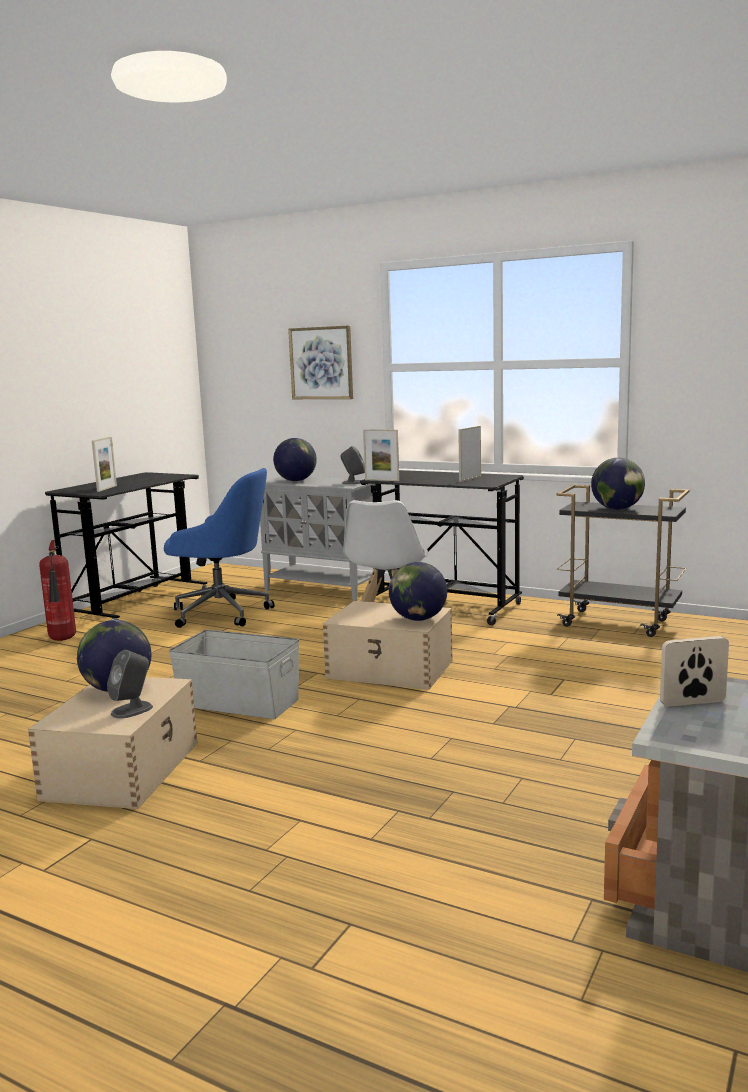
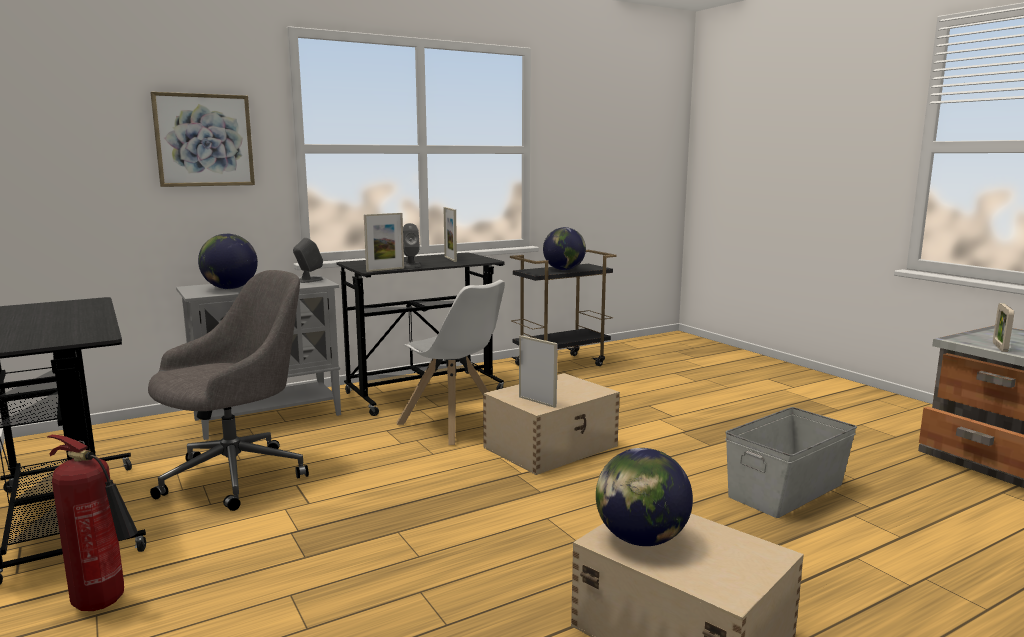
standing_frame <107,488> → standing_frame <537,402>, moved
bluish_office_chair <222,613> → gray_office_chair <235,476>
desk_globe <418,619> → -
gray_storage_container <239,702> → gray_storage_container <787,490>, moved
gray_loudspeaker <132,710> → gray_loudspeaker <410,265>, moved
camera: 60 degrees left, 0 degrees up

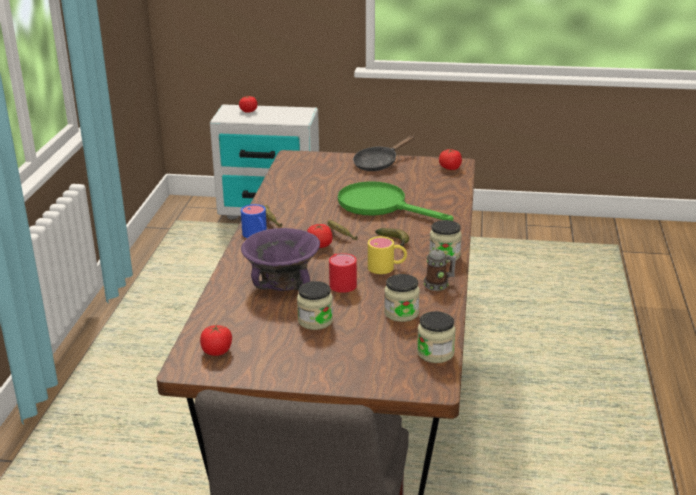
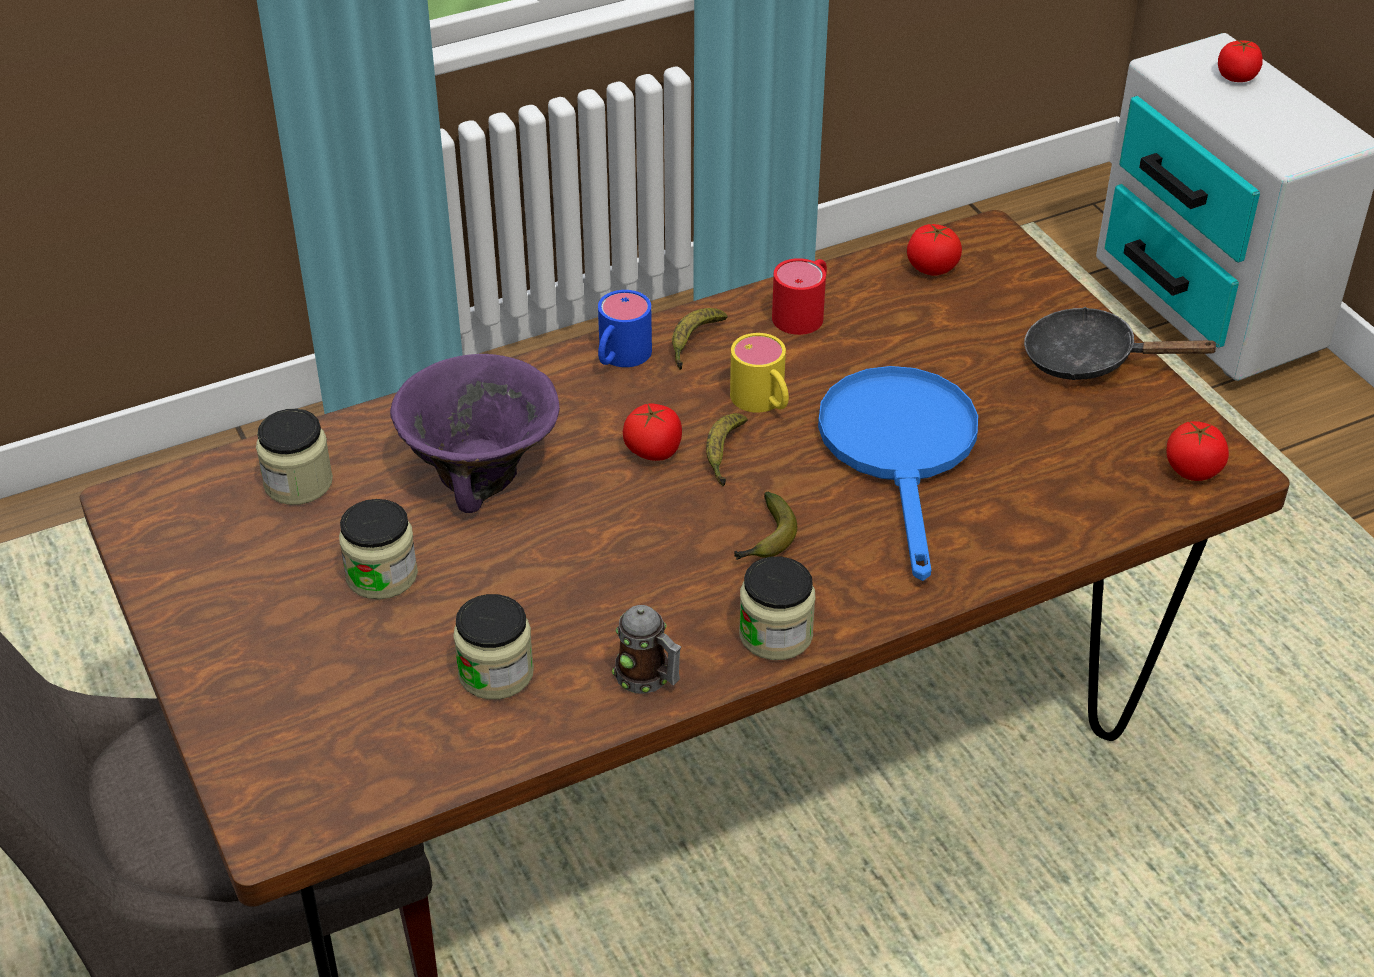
green_skillet <380,205> → bluish_skillet <901,450>
yellow-coloured_coffee_mug <387,267> → yellow-coloured_coffee_mug <763,402>, moved
red_coffee_mug <340,282> → red_coffee_mug <804,312>, moved
storage_jar <435,353> → storage_jar <298,483>, moved
fresh_tomato <217,351> → fresh_tomato <932,267>, moved
camera: 55 degrees right, 15 degrees up

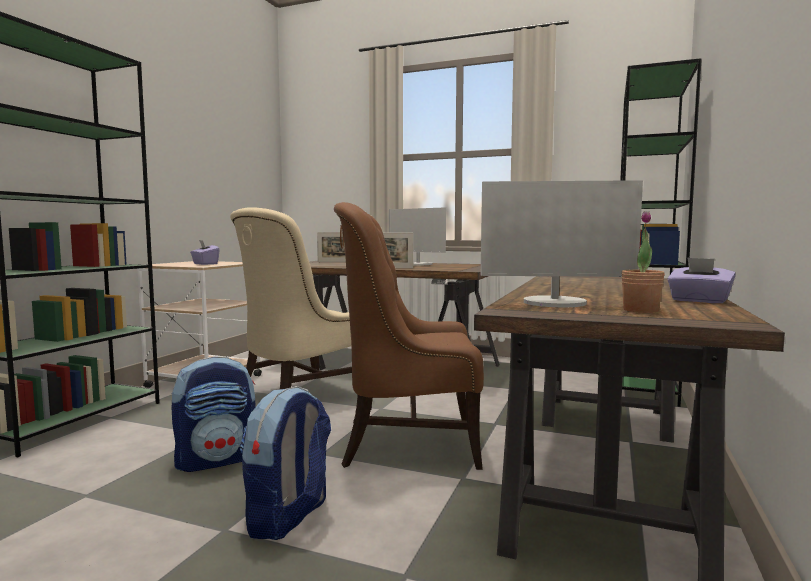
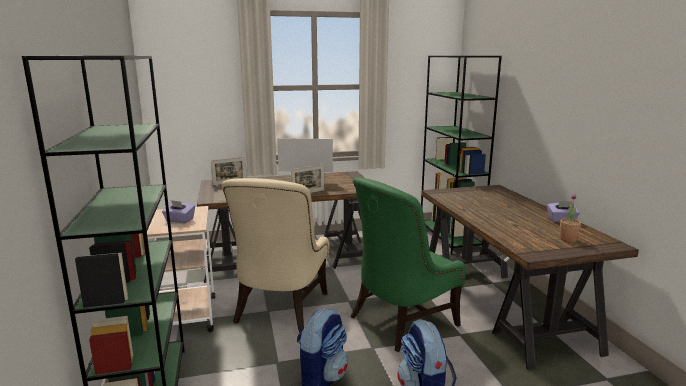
computer_display <555,303> → -
brown_chair <408,441> → green_chair <401,321>
camera: 35 degrees left, 10 degrees up

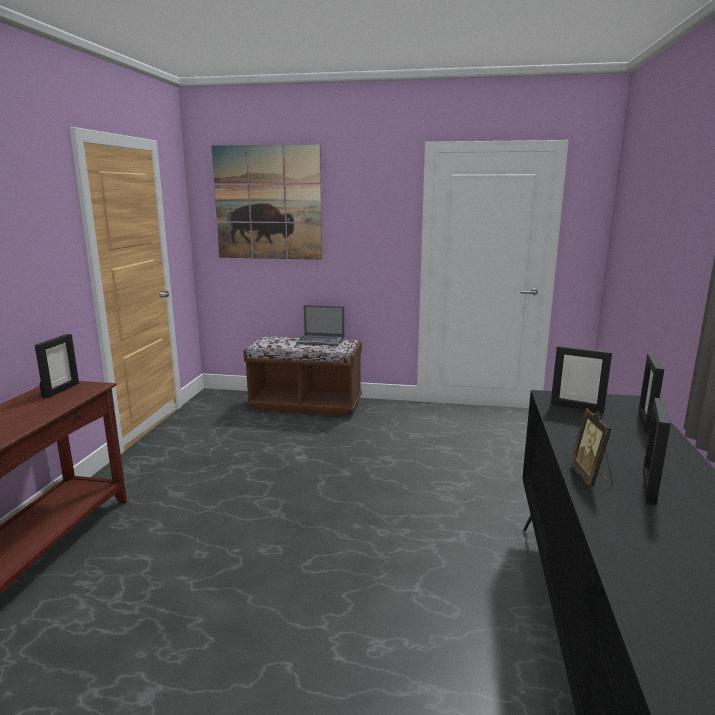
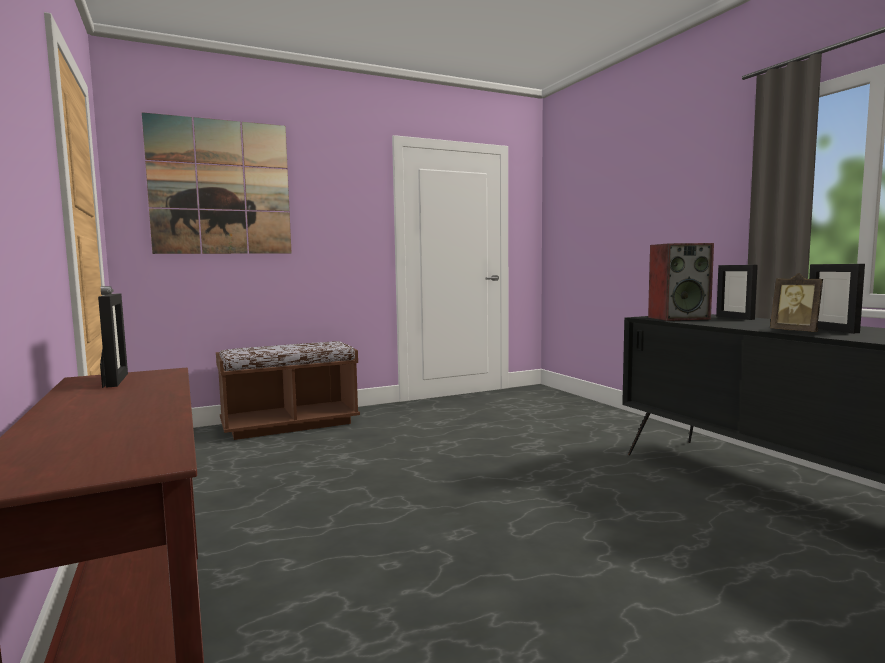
notebook_computer <321,340> → -
standing_frame <577,407> → loudspeaker <679,318>
camera: 35 degrees left, 10 degrees down

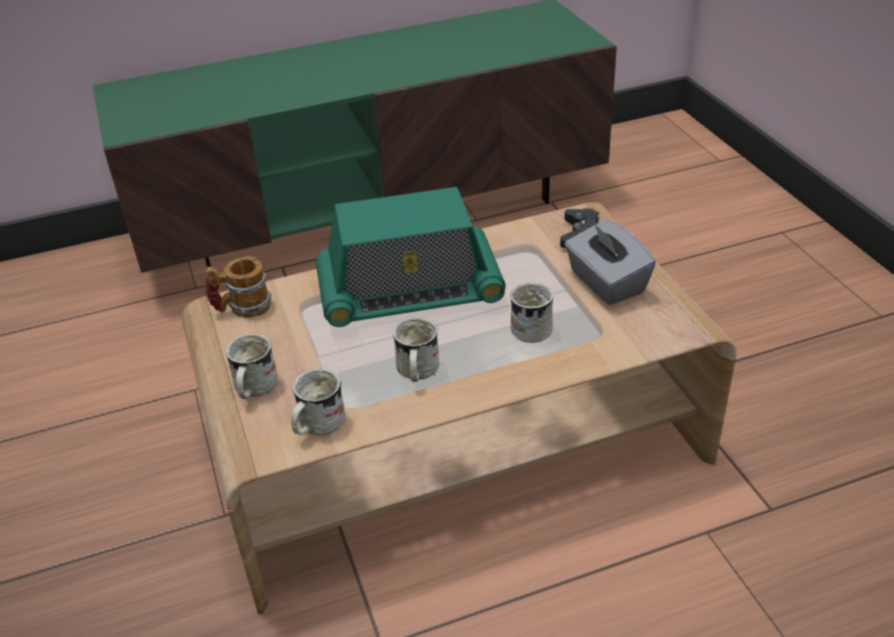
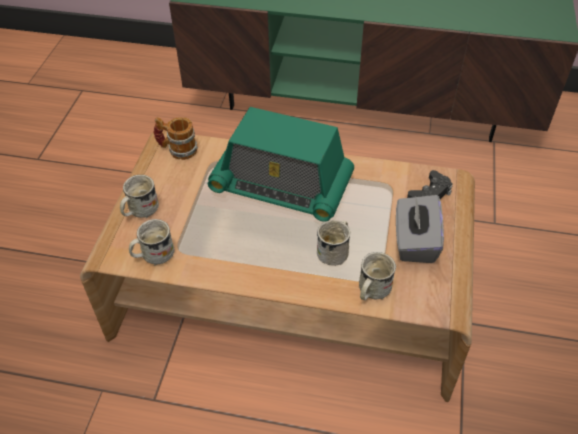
whitish_coffee_mug <416,373> → whitish_coffee_mug <371,291>, moved
camera: 30 degrees right, 10 degrees up

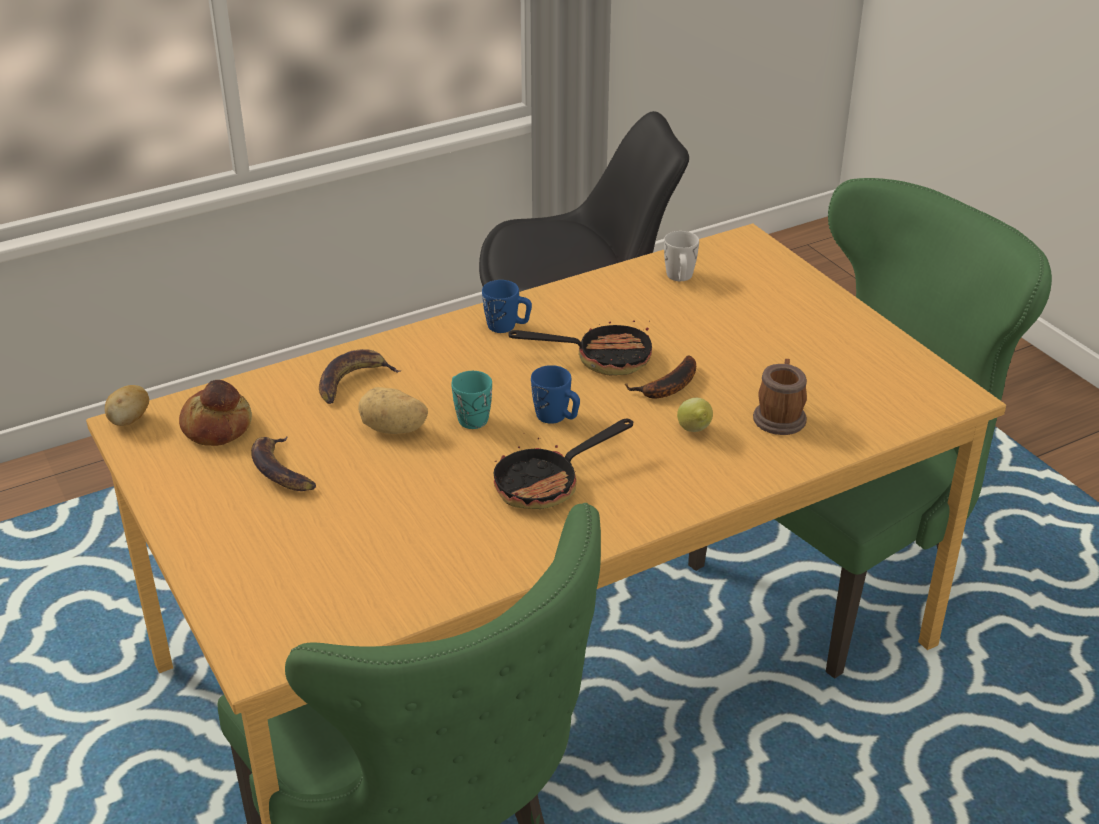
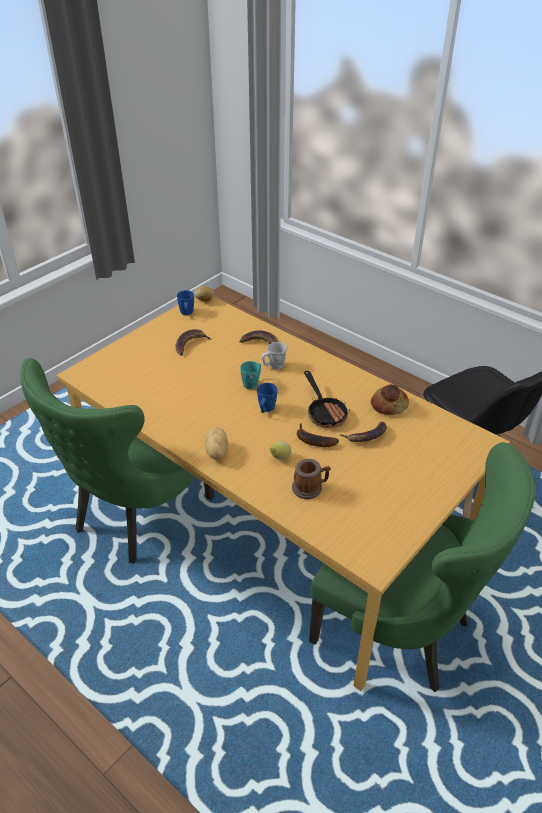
whitish_coffee_mug <680,278> → whitish_coffee_mug <273,366>, moved
bluish_coffee_mug <507,327> → bluish_coffee_mug <187,313>, moved
bakery_bread <216,426> → bakery_bread <388,405>, moved
potato <393,429> → potato <216,452>, moved
skillet <547,483> → -
- → whole_banana <366,436>
camera: 70 degrees right, 5 degrees up

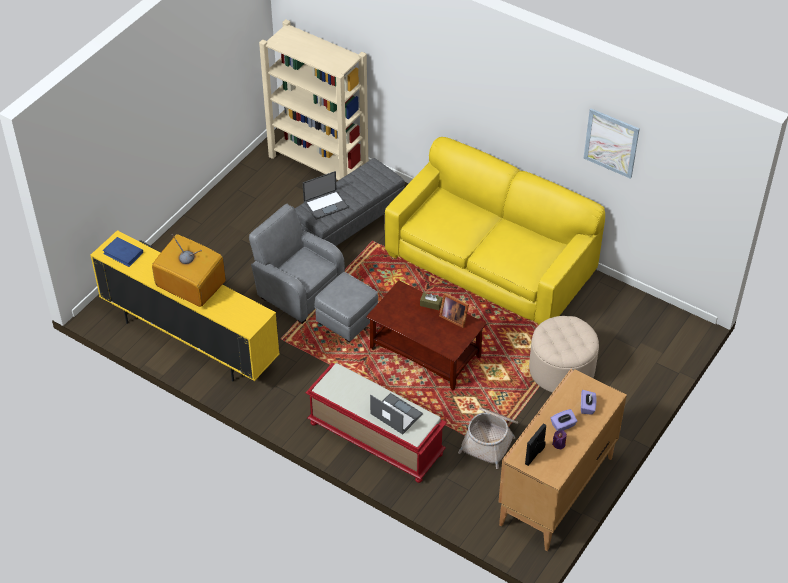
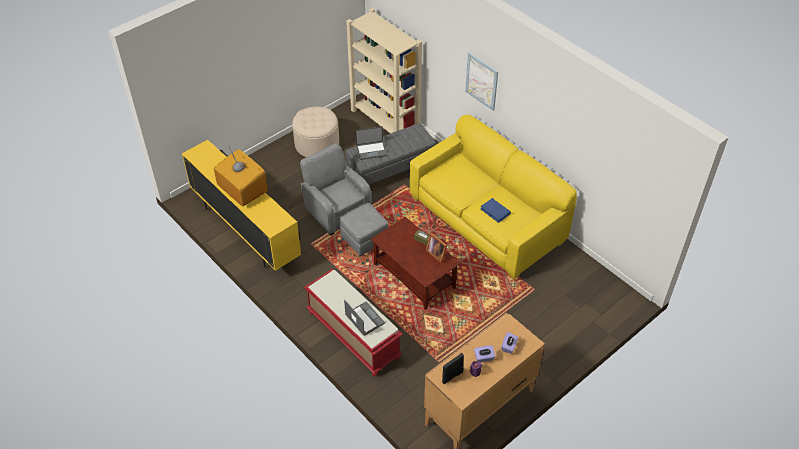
wall_picture <611,143> → wall_picture <481,81>, moved
bluish_bound_book <123,253> → bluish_bound_book <495,211>, moved
sand-coloured_pouffe <561,369> → sand-coloured_pouffe <317,144>, moved
storage_basket <490,439> → -
camera: 15 degrees right, 0 degrees up

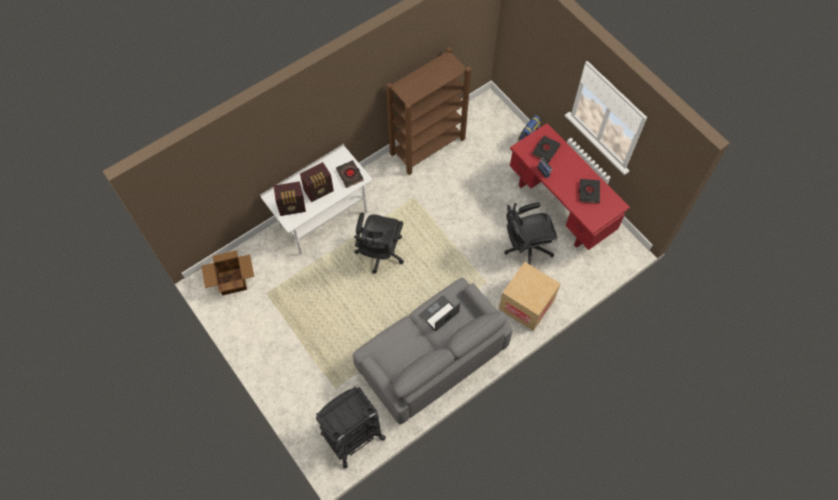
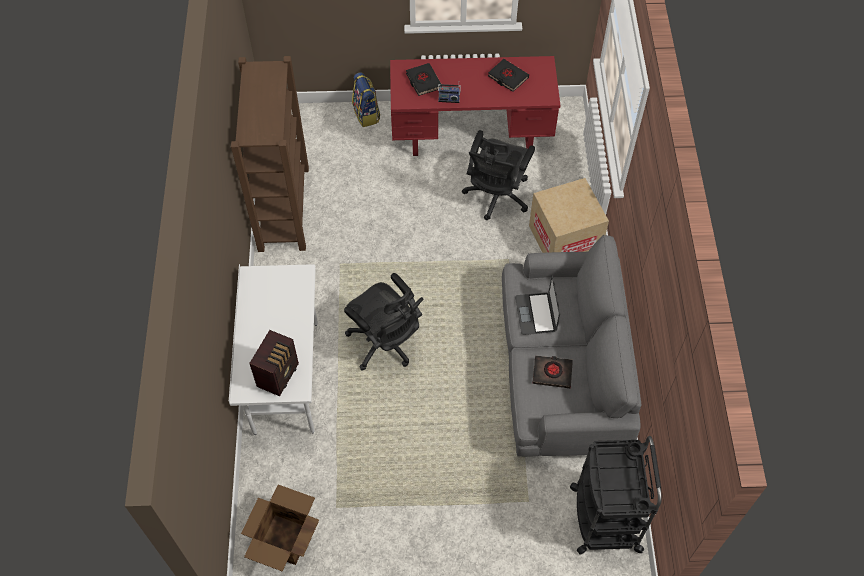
blackish_bound_book <350,175> → blackish_bound_book <552,373>, moved
radio_set <319,191> → -
camera: 55 degrees left, 5 degrees down

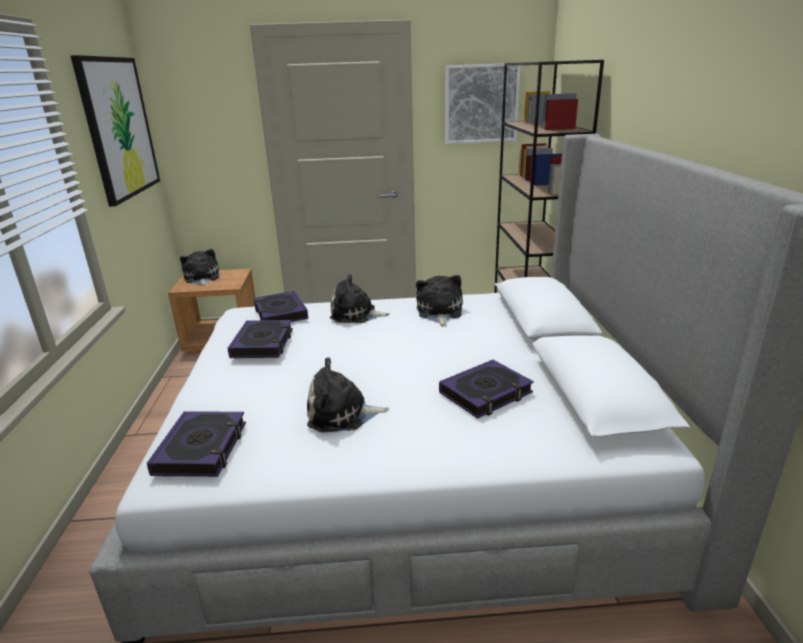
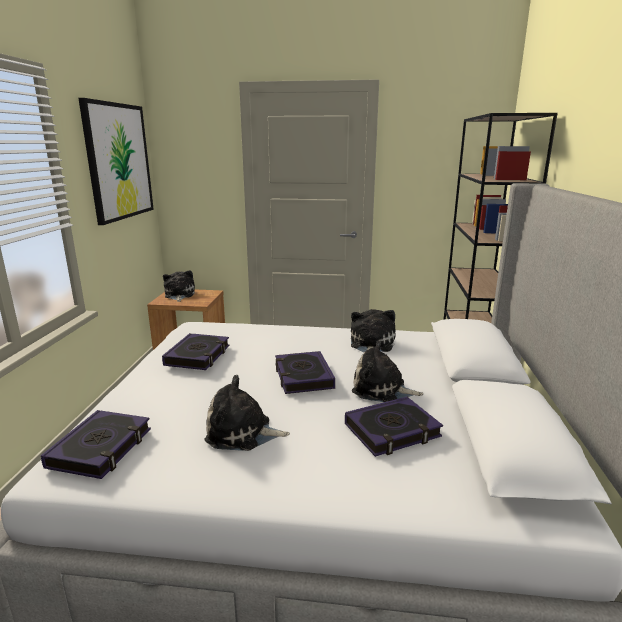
wall_picture <481,104> → -
cuddly_toy <356,314> → cuddly_toy <382,389>, moved
bound_book <280,313> → bound_book <303,377>, moved
camera: 10 degrees right, 5 degrees down

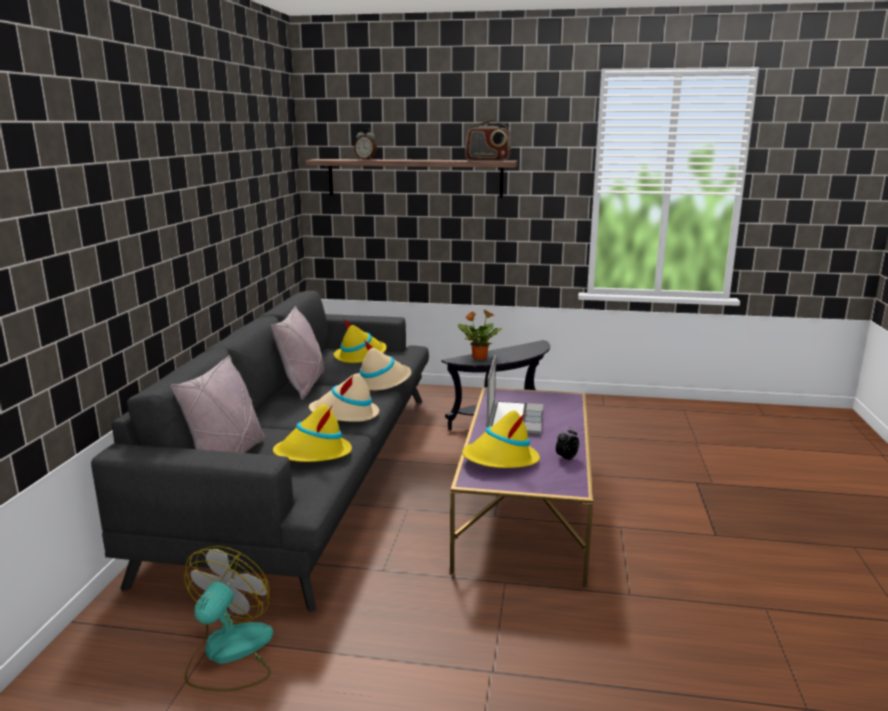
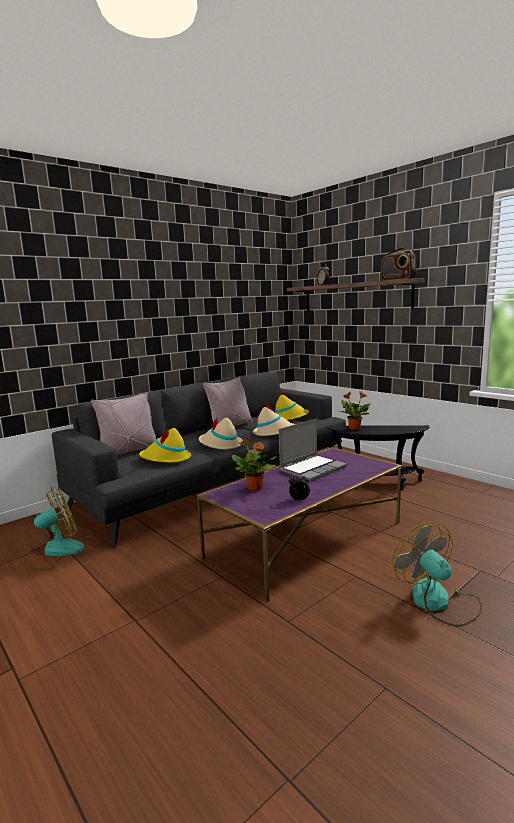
yellow-coloured_hat <500,460> → houseplant <255,488>
- → electric_fan <438,602>
camera: 40 degrees right, 5 degrees down

